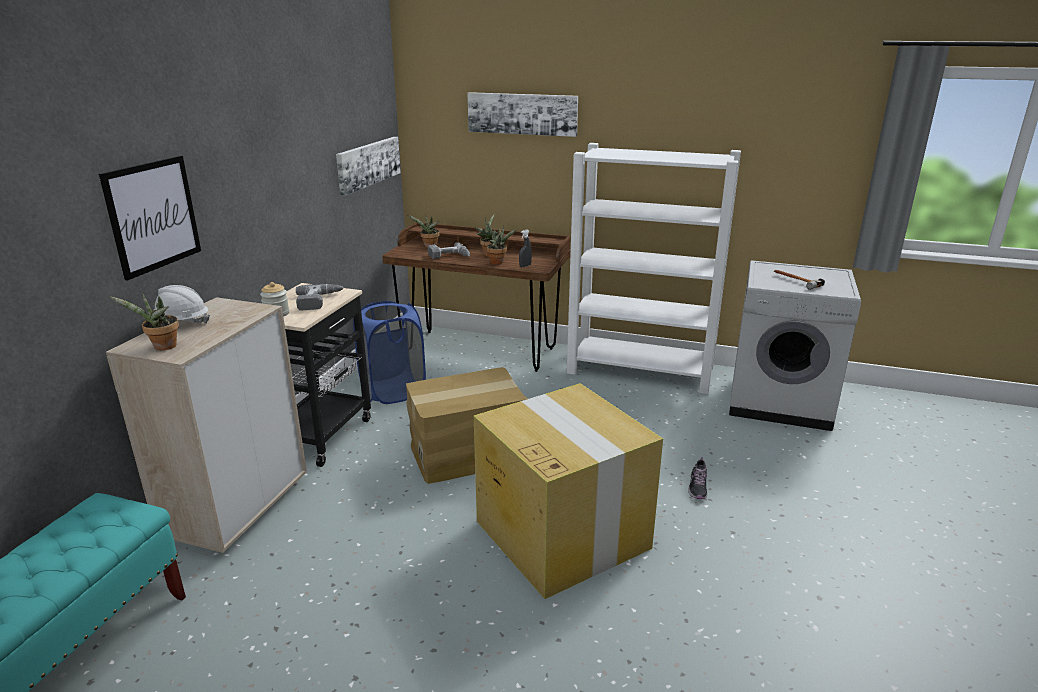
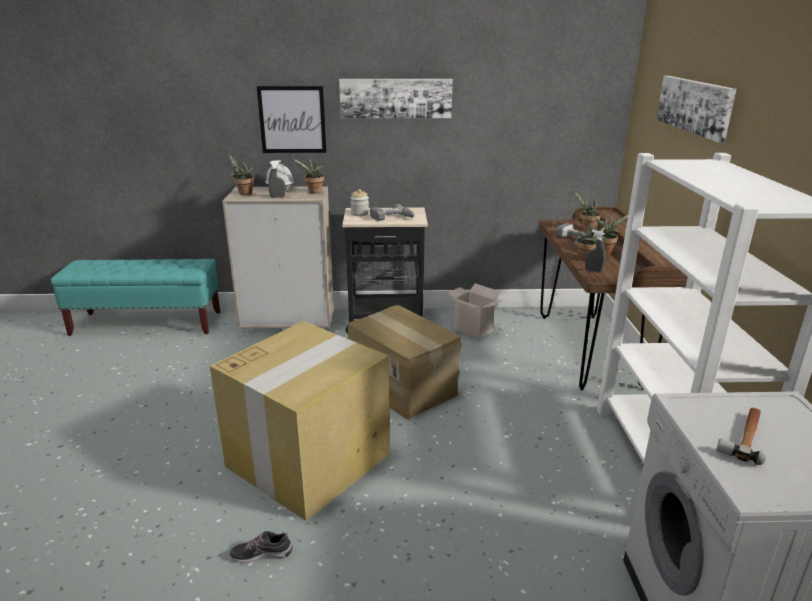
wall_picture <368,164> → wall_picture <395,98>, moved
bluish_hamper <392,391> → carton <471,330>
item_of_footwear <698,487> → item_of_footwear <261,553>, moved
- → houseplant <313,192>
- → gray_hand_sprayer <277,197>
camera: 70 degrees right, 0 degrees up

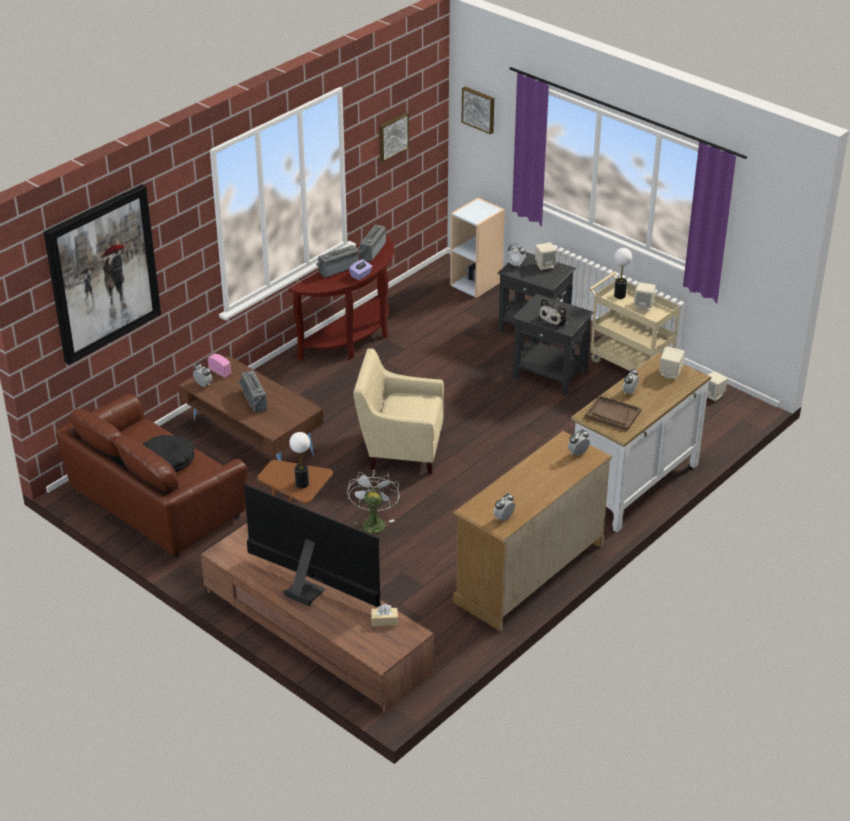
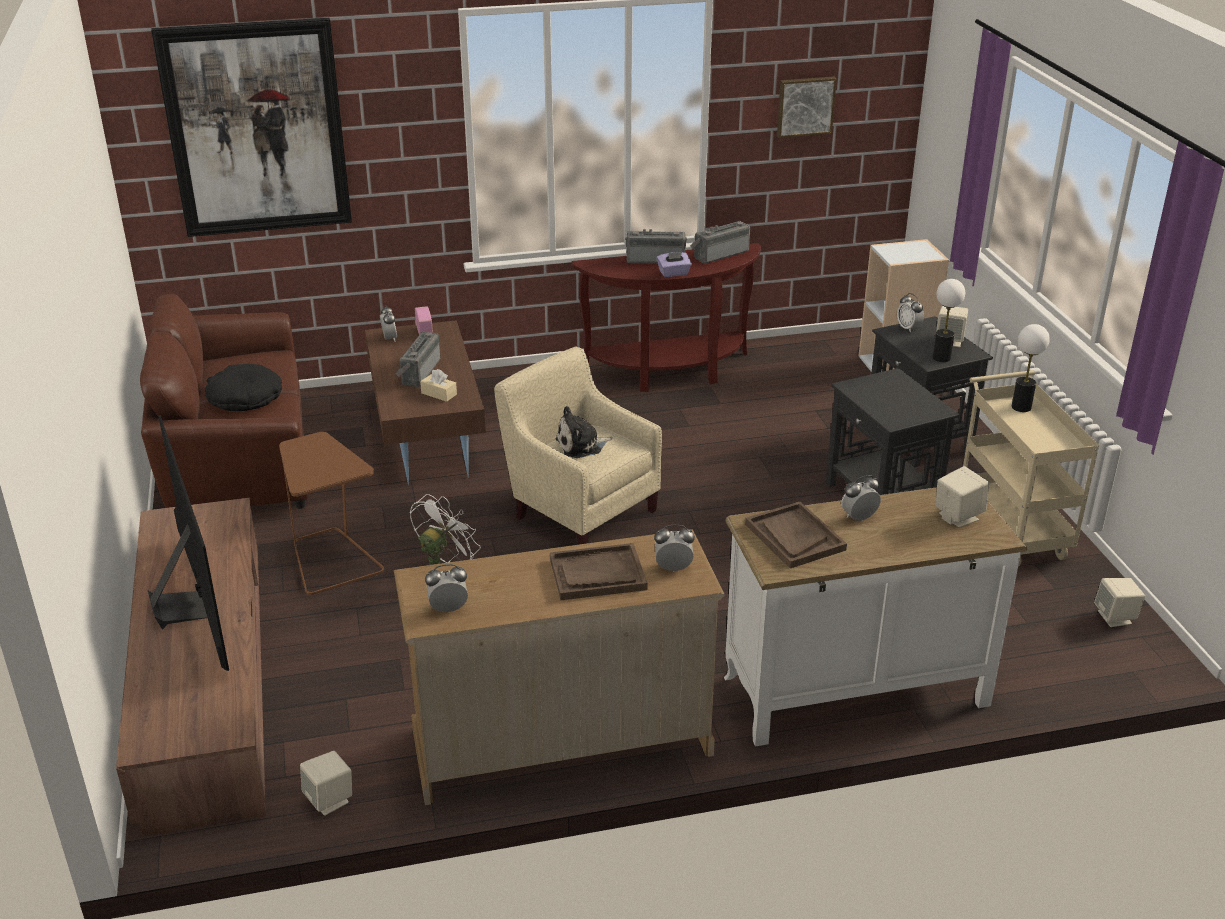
wall_picture <479,109> → -
sand-coloured_loudspeaker <643,306> → sand-coloured_loudspeaker <329,800>, moved
cuddly_toy <555,319> → cuddly_toy <581,445>, moved
tabletop_lamp <302,484> → tabletop_lamp <941,358>, moved
sand-coloured_box_of_tissues <384,621> → sand-coloured_box_of_tissues <439,394>, moved
- → brown_tray <597,574>
camera: 35 degrees right, 5 degrees down

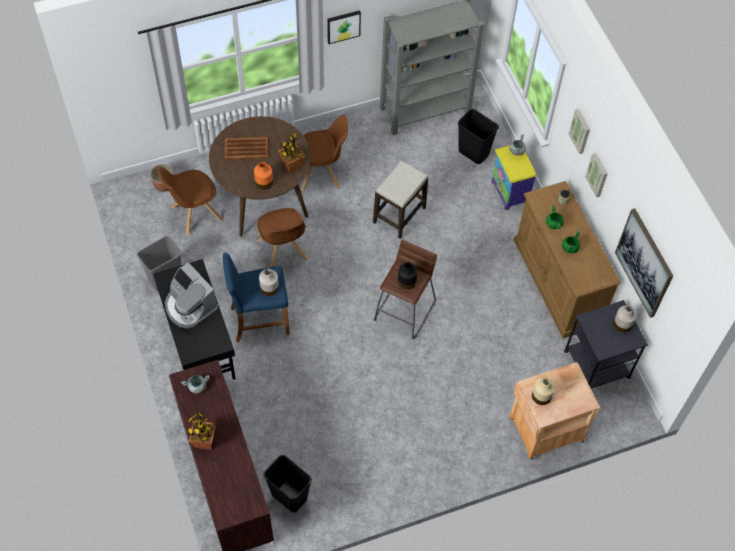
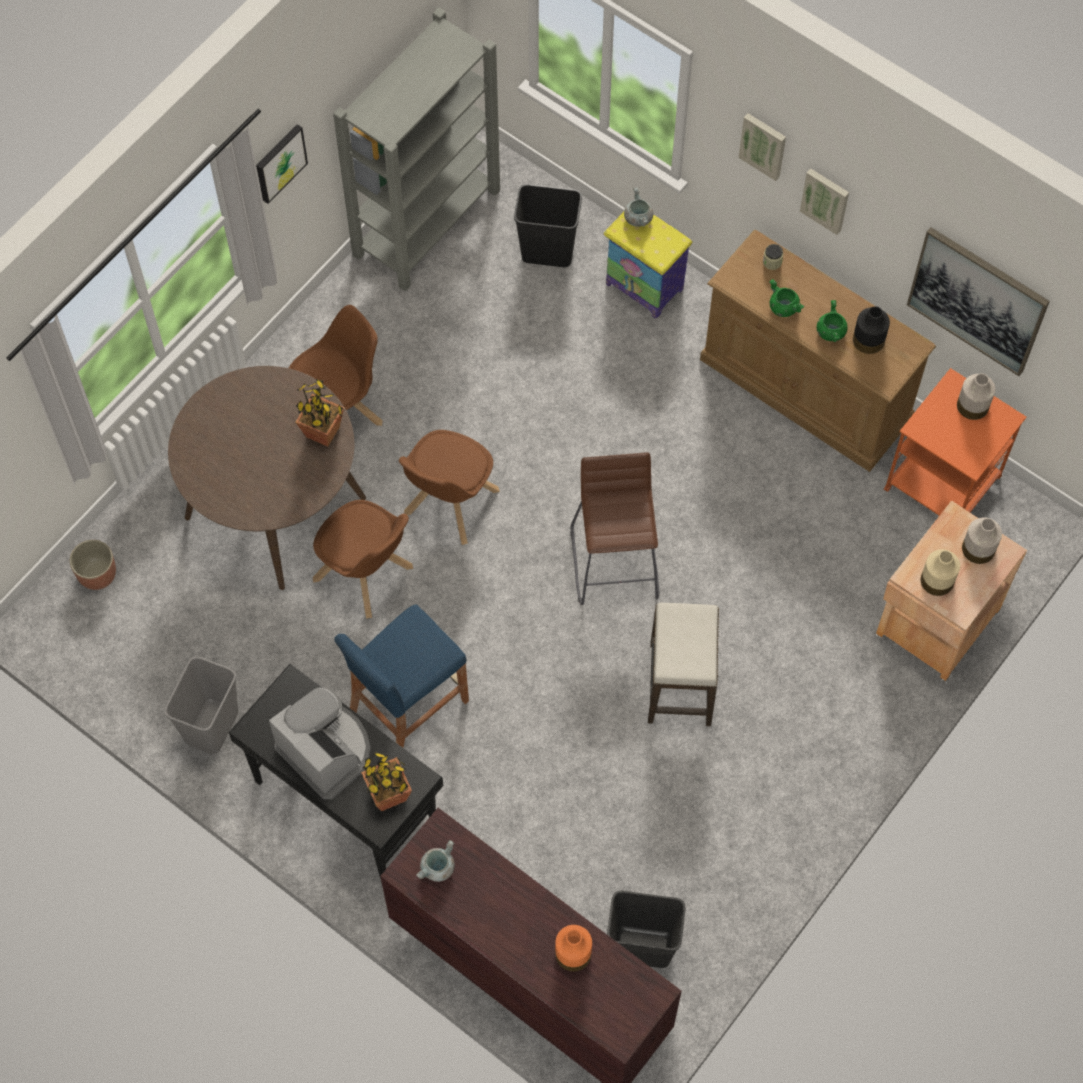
brown_tray <247,149> → -
stool_seat <399,215> → stool_seat <680,684>, moved
orangey_flower_vase <264,182> → orangey_flower_vase <573,954>, moved
brown_chair <194,214> → brown_chair <449,505>, moved
coffee_brewer <190,306> → coffee_brewer <326,750>, 150 degrees counterclockwise
blackish_flower_vase <406,281> → blackish_flower_vase <868,340>, moved
sand-coloured_flower_vase <269,287> → sand-coloured_flower_vase <978,548>, moved
blackish_cart <597,365> → orangey_cart <943,484>
houseplant <205,441> → houseplant <389,794>, moved
camera: 30 degrees left, 5 degrees up

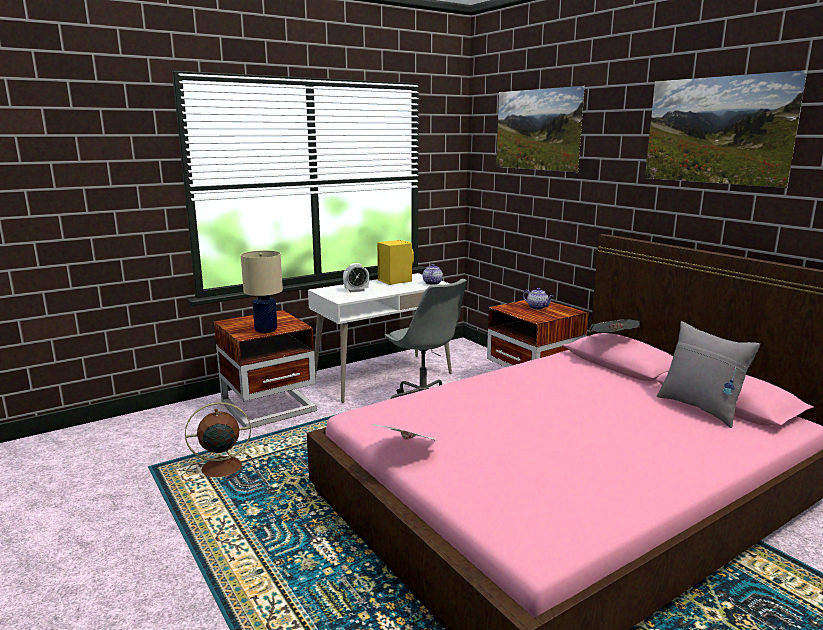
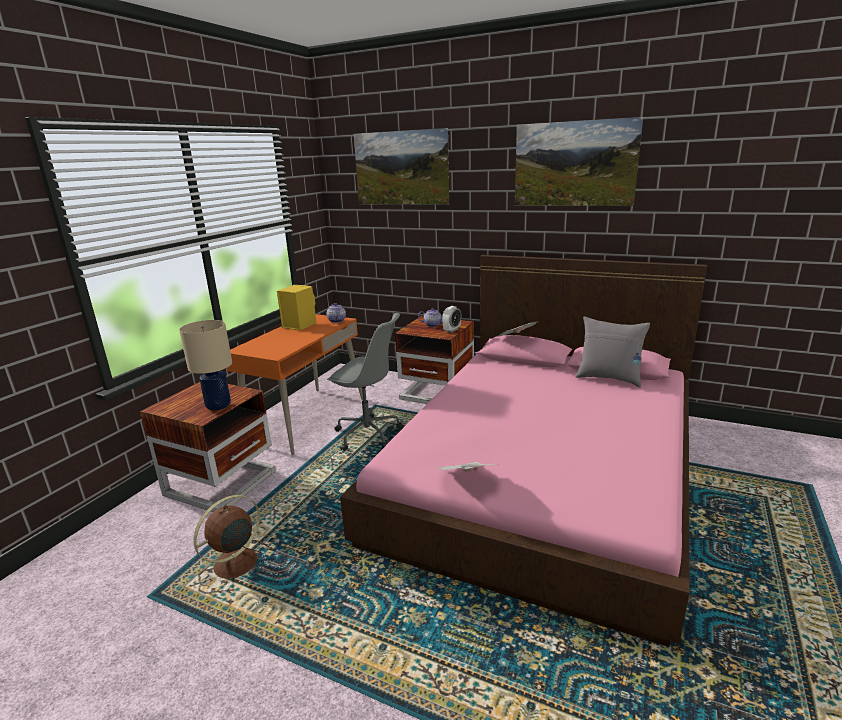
alarm_clock <356,290> → alarm_clock <452,330>, moved
whitish_desk <382,377> → orangey_desk <306,419>
camera: 30 degrees left, 5 degrees up

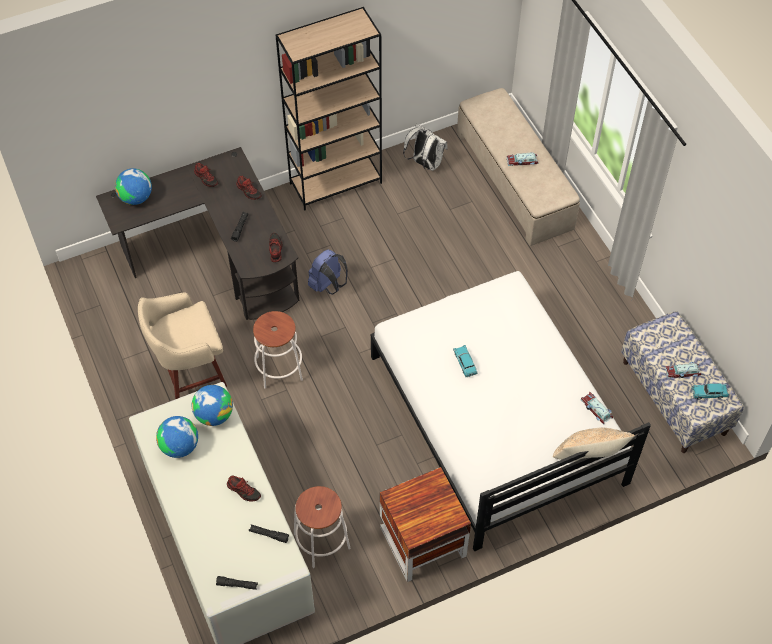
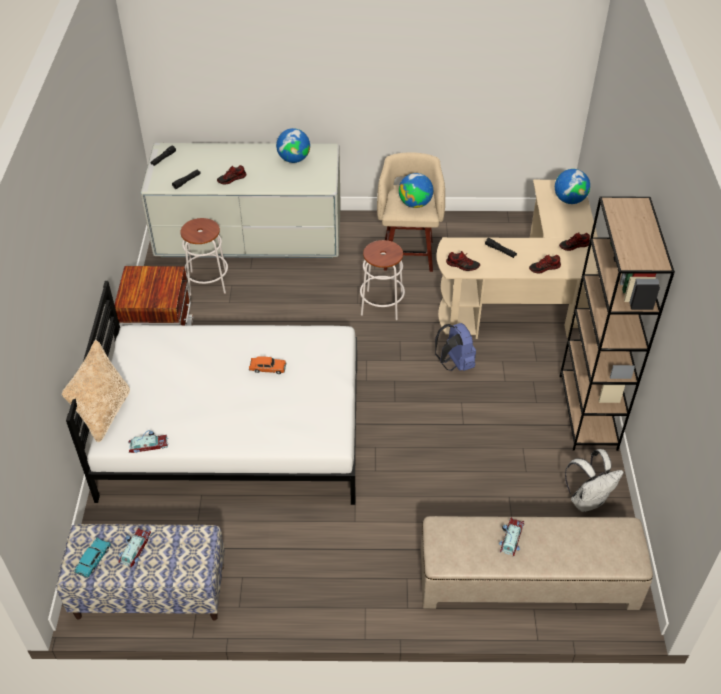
blackish_desk <218,257> → sand-coloured_desk <526,301>
turquoise_toy_car <465,363> → orangey_toy_car <267,369>
desk_globe <214,415> → desk_globe <415,204>, moved
camera: 115 degrees right, 10 degrees down

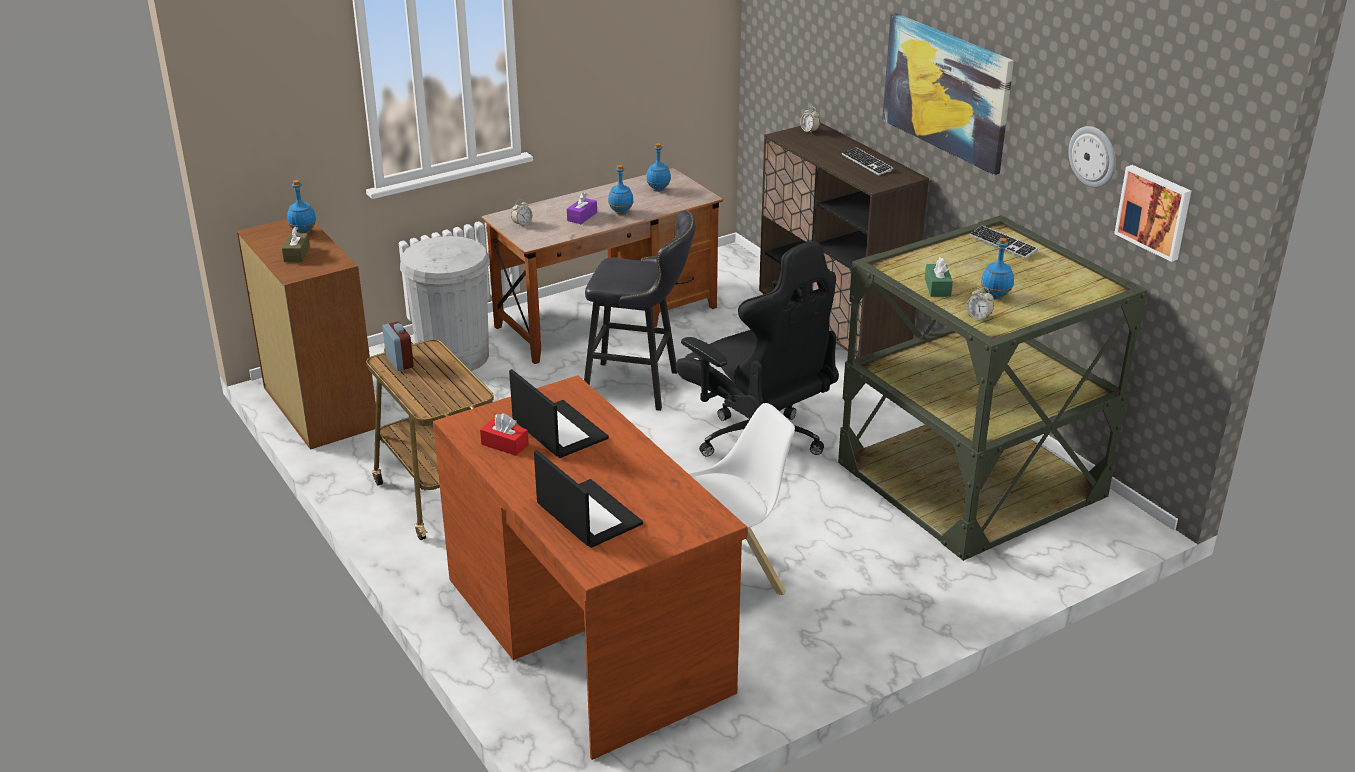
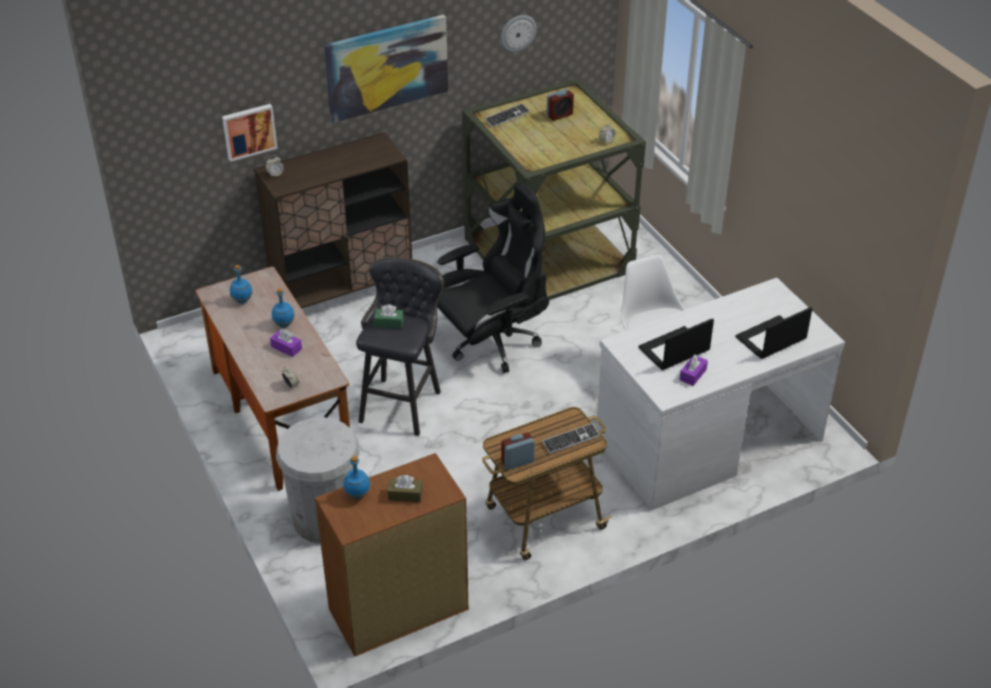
computer_keyboard <867,163> → computer_keyboard <571,439>, moved
wall_picture <1154,211> → wall_picture <249,131>, moved
bluish_bottle <995,297> → -
green_box_of_tissues <937,287> → green_box_of_tissues <389,323>, moved
brown_desk <588,632> → whitish_desk <707,439>
red_box_of_tissues <504,444> → purple_box_of_tissues <693,375>
- → alarm_clock <559,115>
camera: 85 degrees left, 10 degrees up

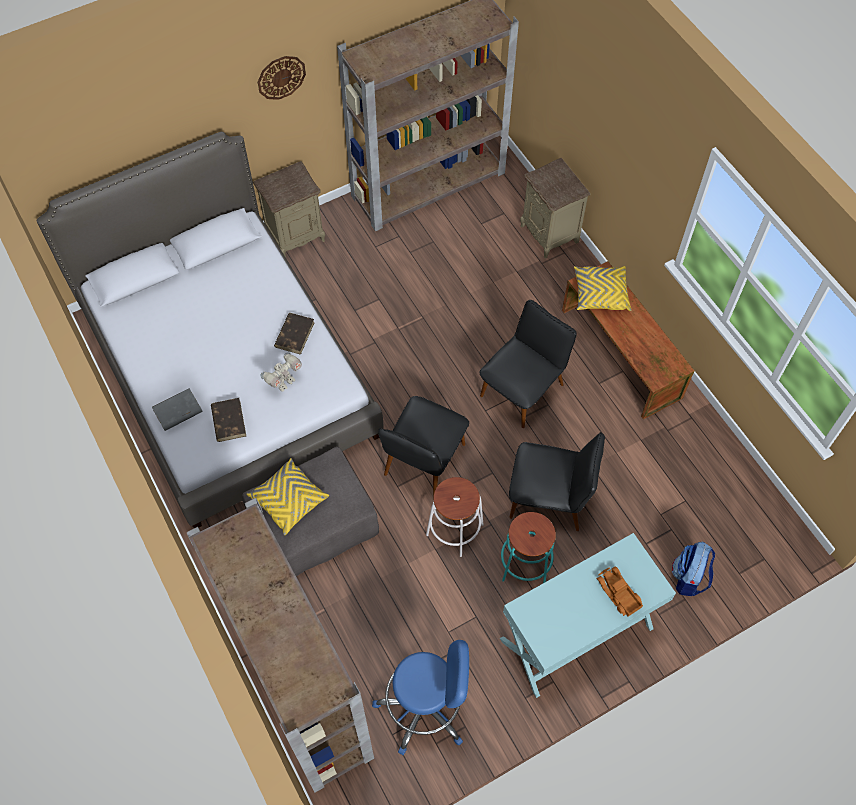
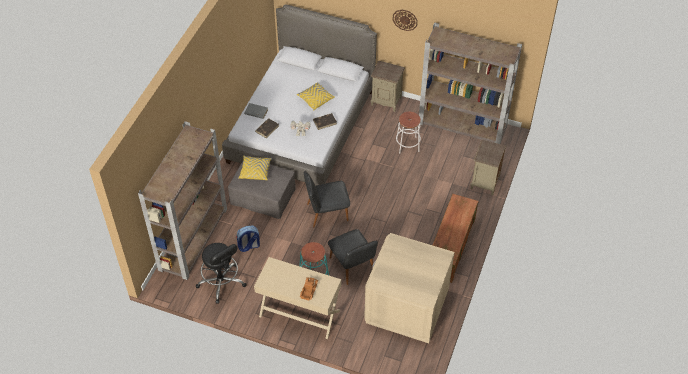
yellow-coloured_pillow <600,294> → yellow-coloured_pillow <315,99>, moved
blackish_chair <522,390> → -
whitish_stool_seat <454,530> → whitish_stool_seat <407,145>, moved
turquoise_desk <577,634> → sand-coloured_desk <299,313>
rucksack <689,577> → rucksack <249,246>, moved
bluish_stool_seat <425,707> → blackish_stool_seat <221,282>
- → sand-coloured_dresser <406,305>
camera: 50 degrees right, 10 degrees down

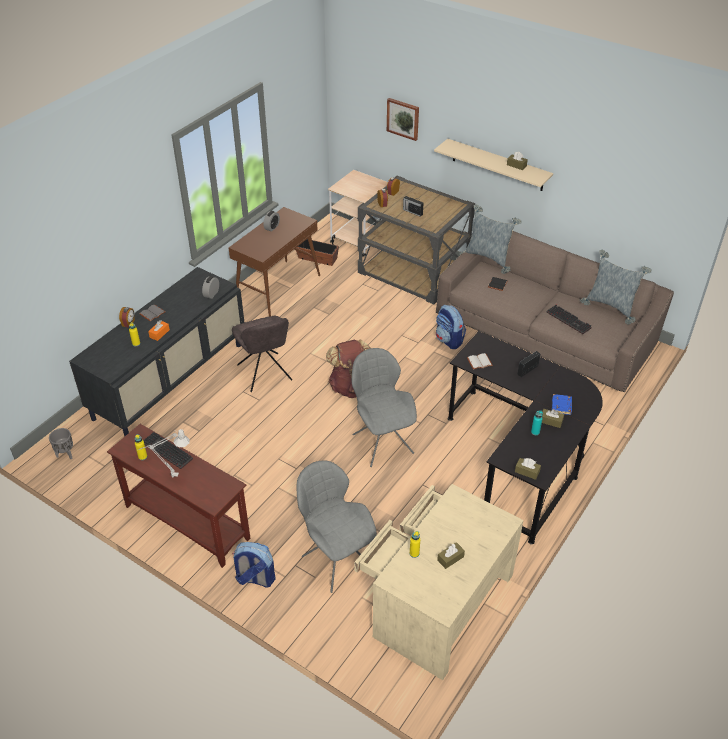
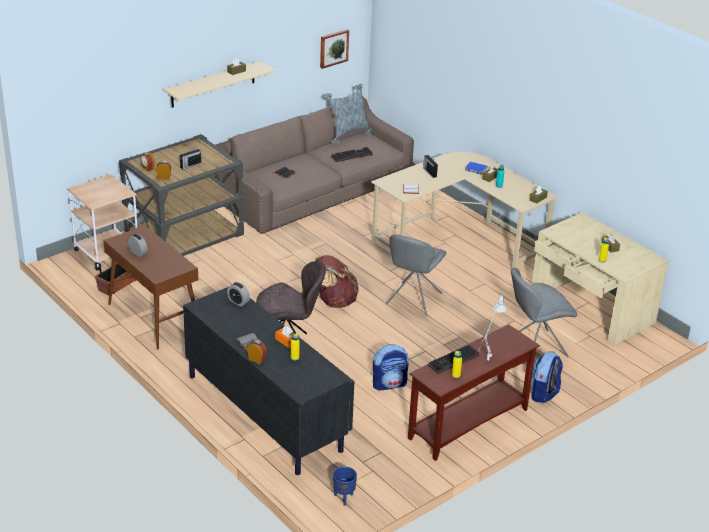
wall_picture <403,118> → wall_picture <333,48>, moved
pillow <488,261> → -
rucksack <449,340> → rucksack <389,384>, moved
blackish_desk <521,457> → sand-coloured_desk <458,239>
gray_chair <382,442> → gray_chair <413,300>, 60 degrees counterclockwise
gray_flower_pot <66,454> → bluish_flower_pot <343,497>
camera: 75 degrees left, 10 degrees down

